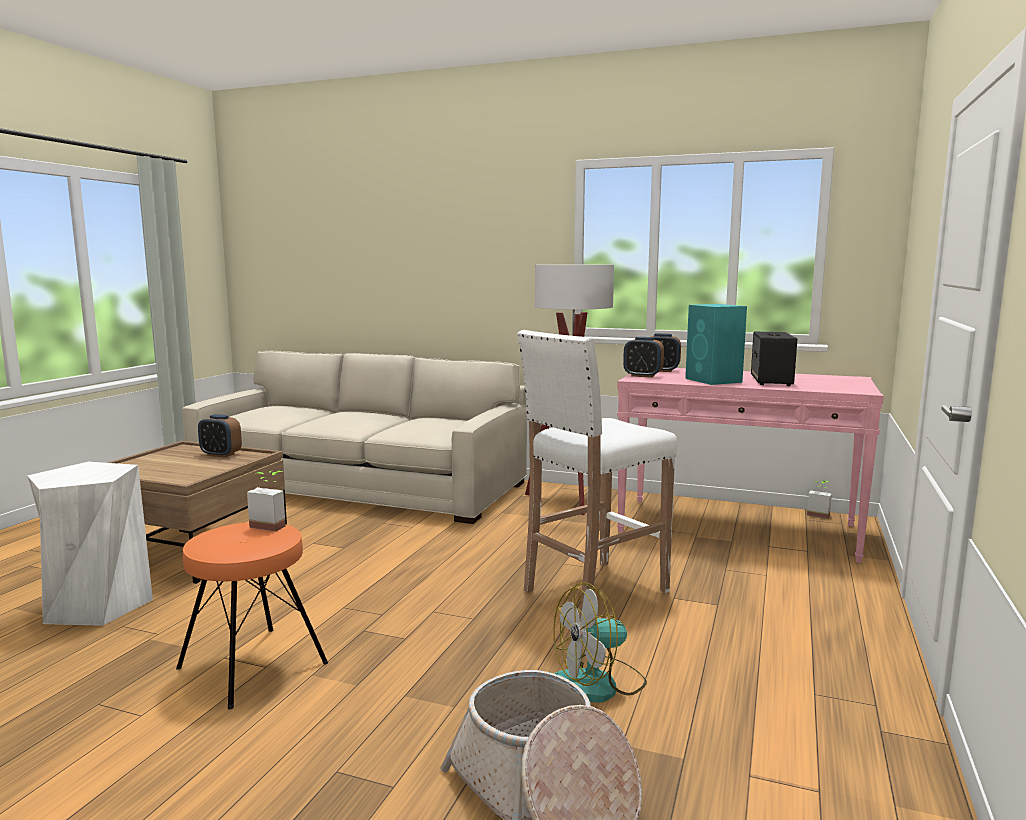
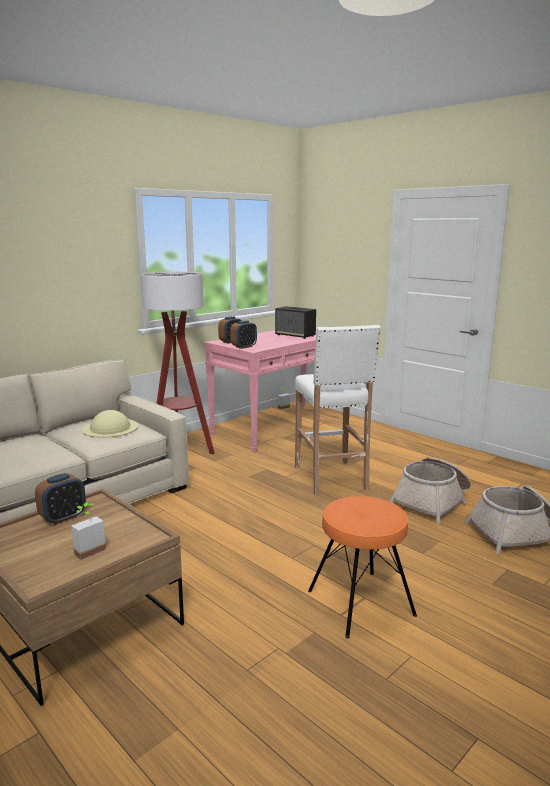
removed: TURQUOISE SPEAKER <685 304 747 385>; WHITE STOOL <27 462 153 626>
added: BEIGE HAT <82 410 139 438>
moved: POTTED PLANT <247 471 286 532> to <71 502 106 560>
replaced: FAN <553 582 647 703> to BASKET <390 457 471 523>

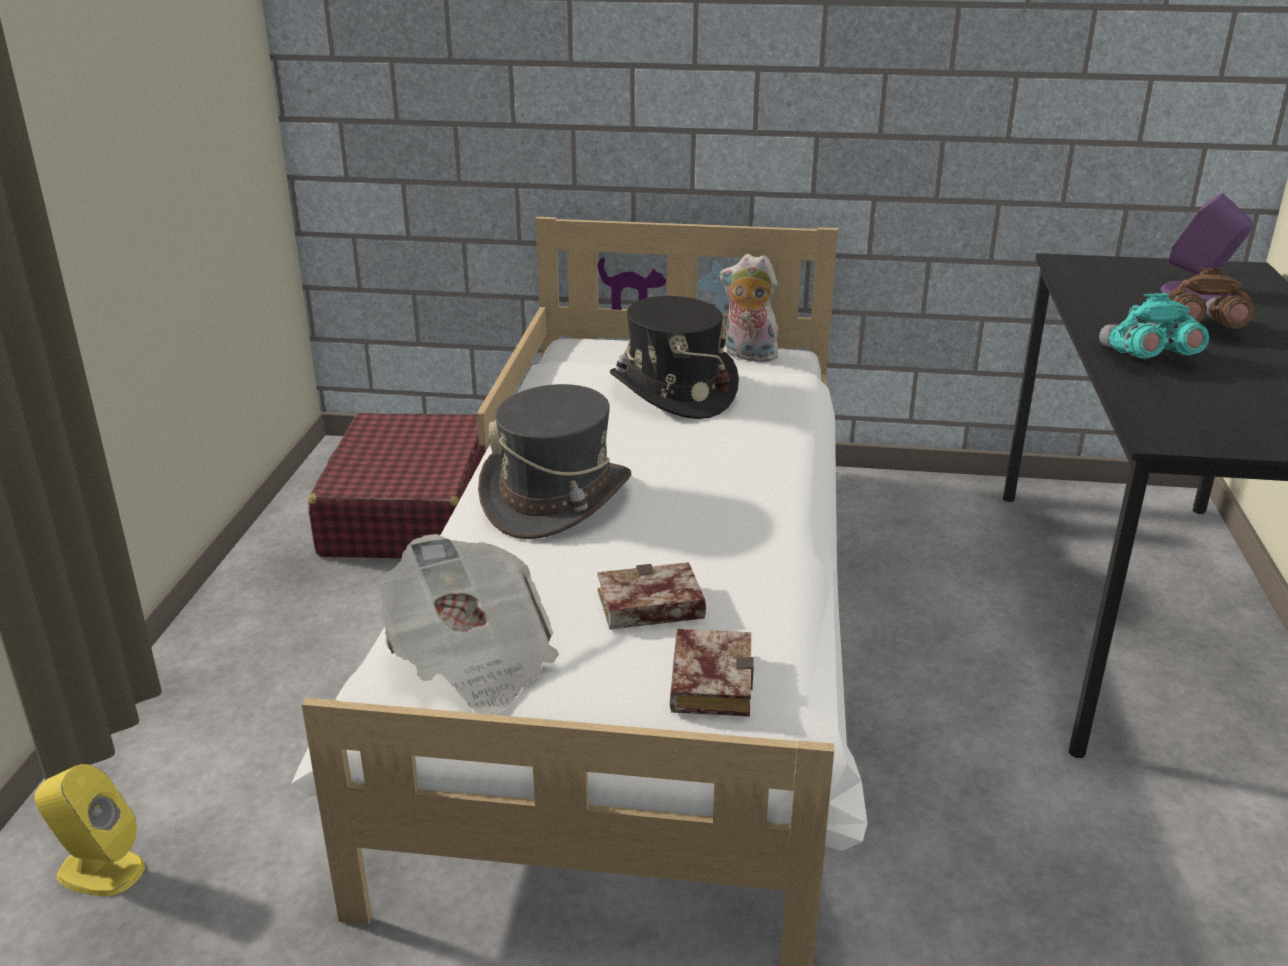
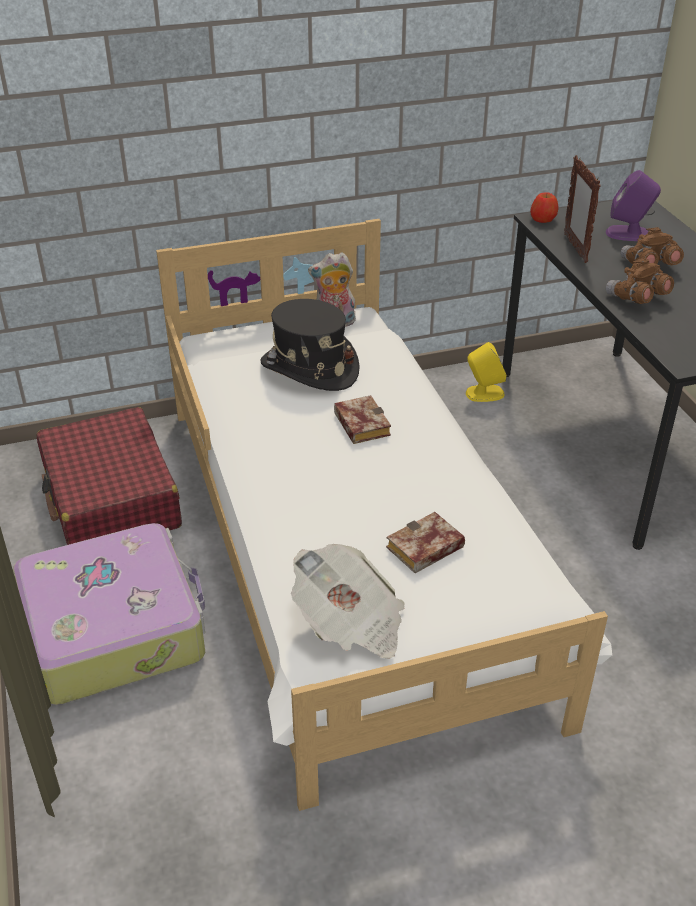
removed: GREY HAT <478 384 631 539>
added: PICTURE FRAME <564 155 601 263>; APPLE <530 192 558 223>; SUITCASE <13 523 205 705>
moved: BOOK <670 629 754 717> to <334 395 391 444>; YELLOW SPEAKER <35 764 145 896> to <466 342 507 402>
recoloured: TURQUOISE BINOCULARS <1099 293 1209 359> to BROWN BINOCULARS <606 258 674 304>

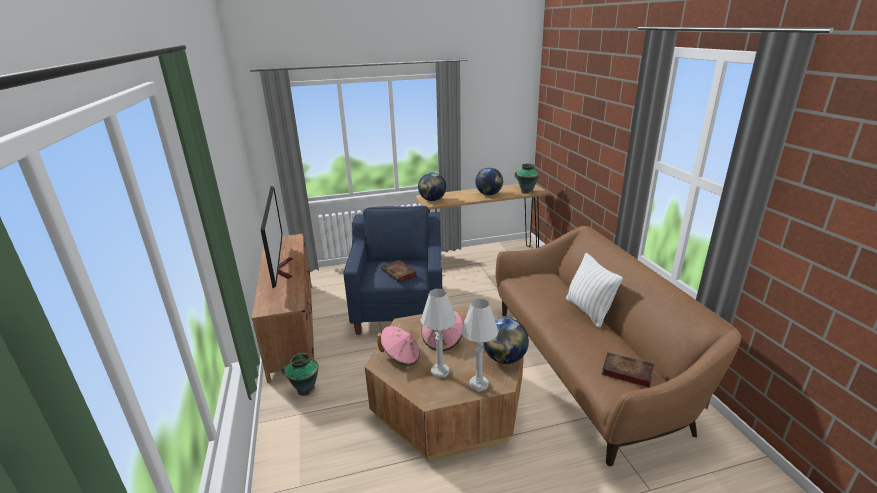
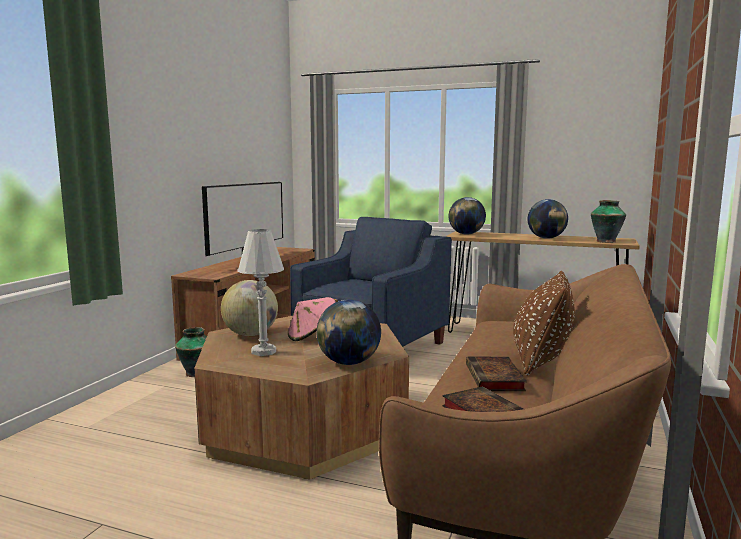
removed: WHITE TABLE LAMP <461 299 499 392>
moved: BOOK <381 260 417 282> to <466 357 527 391>
replaced: PINK HAT <377 326 420 365> to GLOBE <221 280 278 336>
recoloured: WHITE PILLOW <566 253 623 328> to BROWN PILLOW <513 271 575 376>

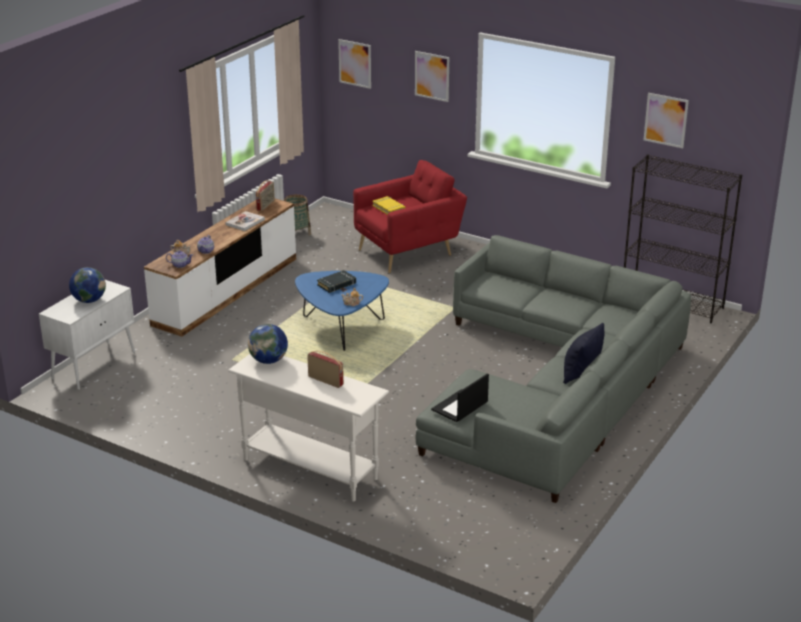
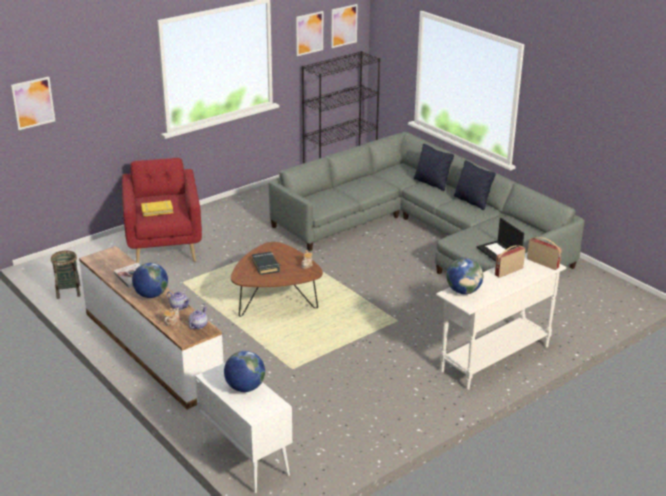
added: BLACK PILLOW <414 144 454 191>; GLOBE <132 263 168 298>
moved: PICTURE <415 51 449 102> to <331 4 358 48>; RADIO <256 180 275 211> to <527 237 562 270>
recoloured: BLUE COFFEE TABLE <295 271 389 351> to BROWN COFFEE TABLE <231 242 323 317>

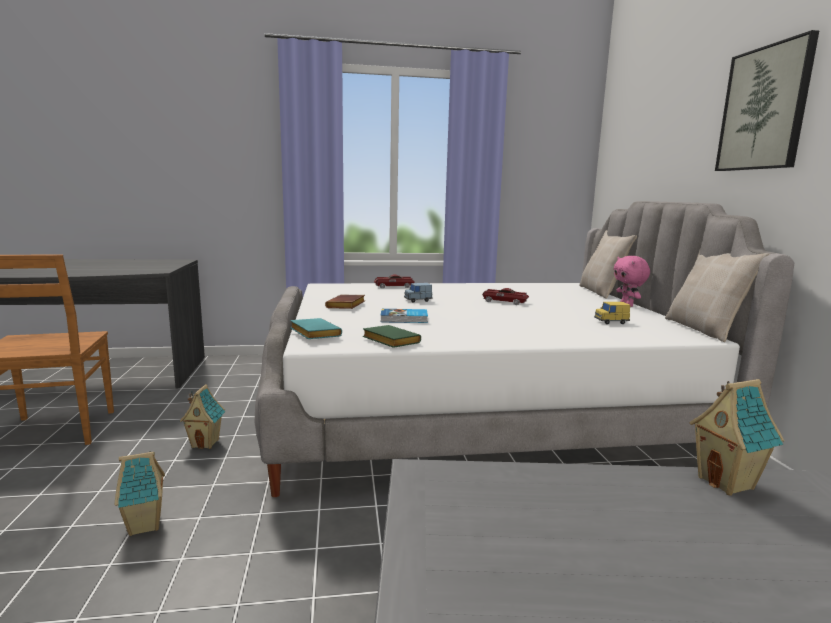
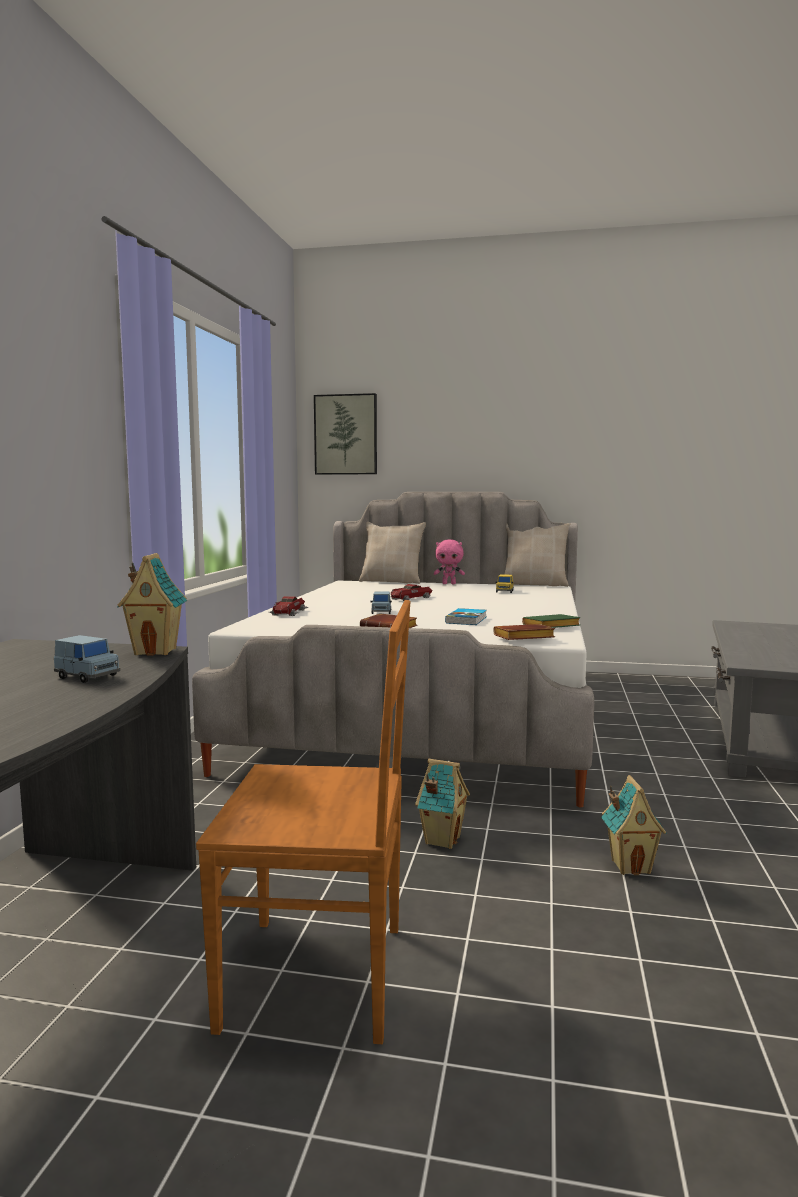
added: BLUE TOY CAR <54 635 120 683>
moved: PICTURE <715 30 819 171> to <314 393 377 475>; TOY HOUSE <690 379 784 496> to <117 553 188 656>
recoloured: TURQUOISE BOOK <290 318 342 339> to BROWN BOOK <493 624 555 640>

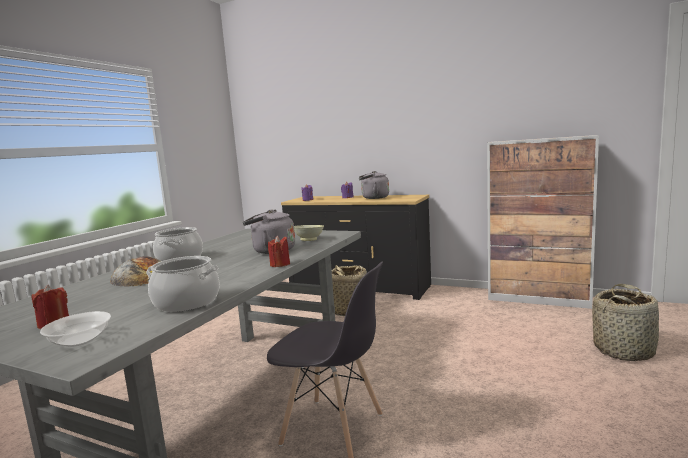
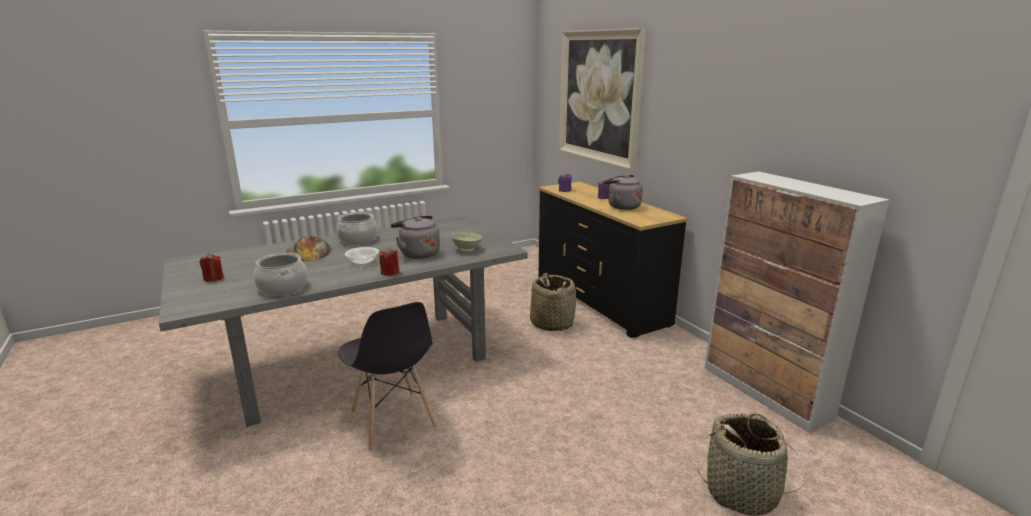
added: PICTURE <559 28 646 170>
moved: BOWL <40 311 111 347> to <345 247 379 265>

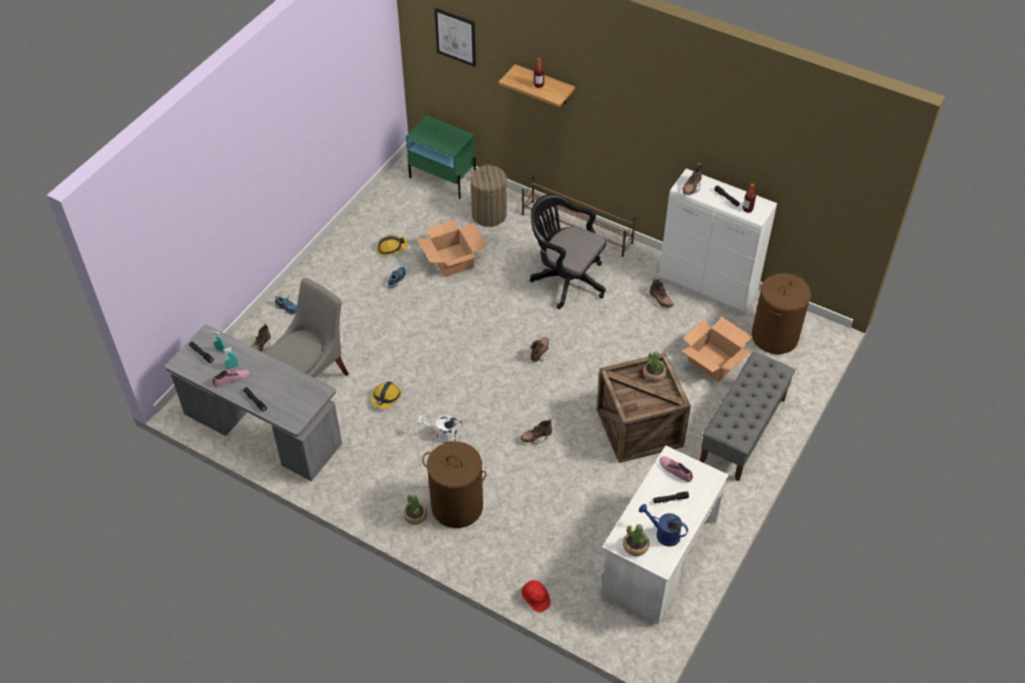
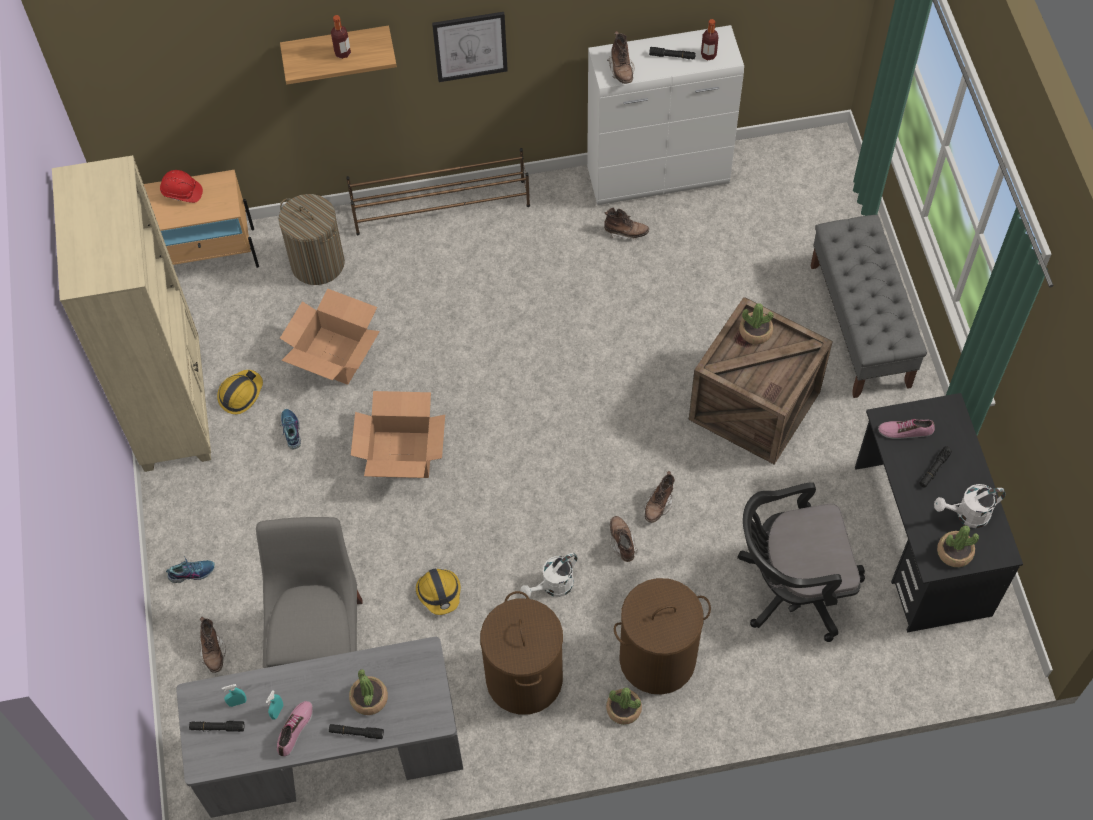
added: BEIGE BOOKCASE <52 155 211 472>; POTTED PLANT <349 669 388 715>
moved: PICTURE <435 8 476 67> to <432 12 508 82>; BLACK OFFICE CHAIR <530 194 606 309> to <737 482 865 642>; BROWN LAUNDRY BASKET <752 273 811 354> to <480 591 563 715>; CARDBOARD BOX <682 317 752 382> to <351 391 445 478>; BROWN BOOT <530 337 549 362> to <609 516 638 562>; RED HARD HAT <521 580 551 612> to <160 170 203 203>
recoloured: GREEN NIGHTSTAND <406 115 476 199> to BEIGE NIGHTSTAND <144 170 259 268>; WHITE DESK <601 445 729 625> to BLACK DESK <855 393 1023 633>; BLUE WATERING CAN <639 504 688 547> to WHITE WATERING CAN <934 484 1006 528>

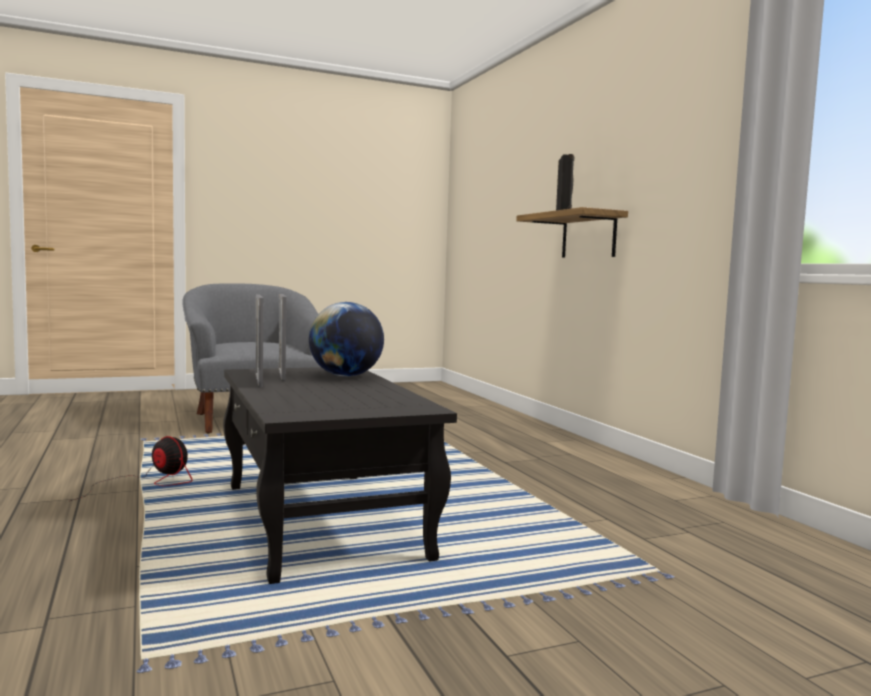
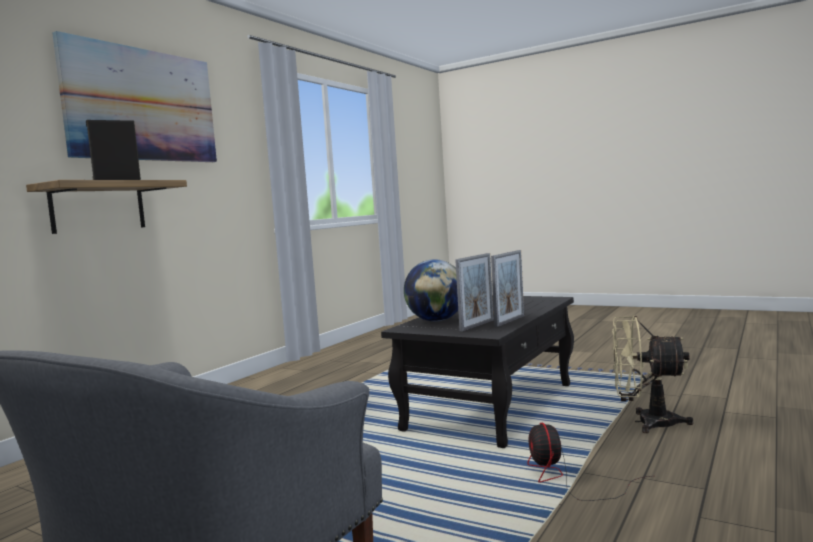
added: PICTURE <52 31 217 162>; BEIGE FAN <612 316 694 433>

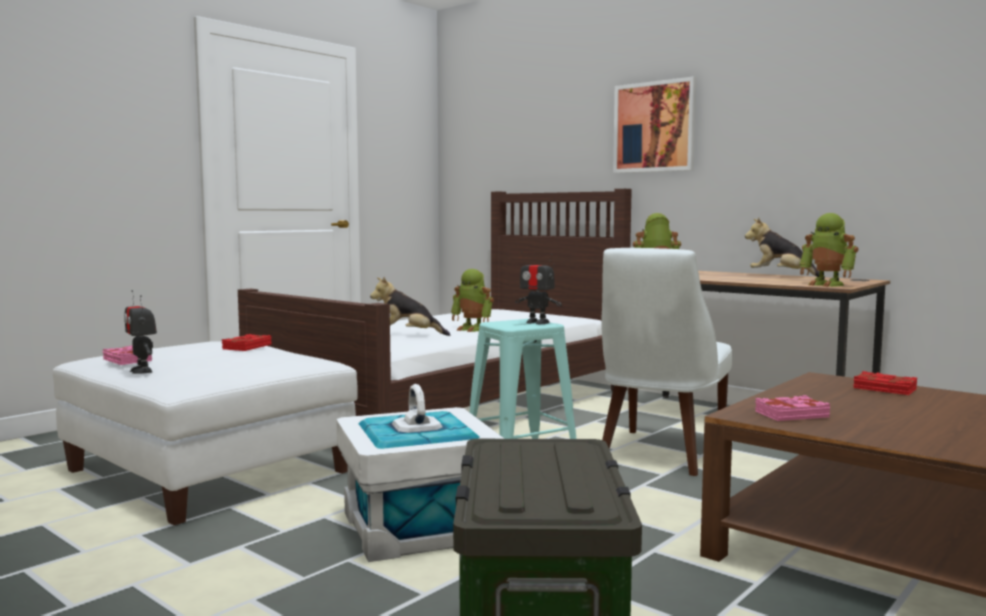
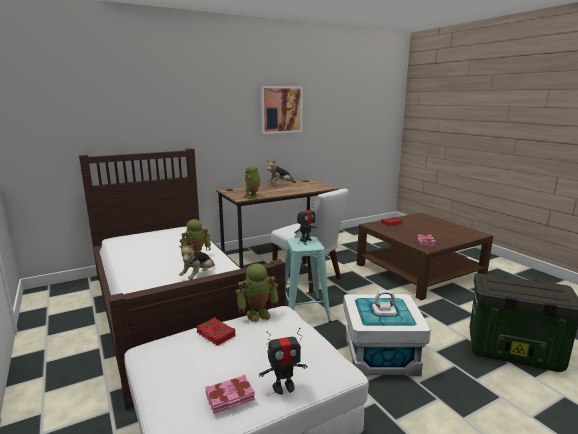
moved: PICTURE <613 76 697 173> to <261 86 303 134>; TOY ROBOT <799 213 858 287> to <235 264 279 323>

